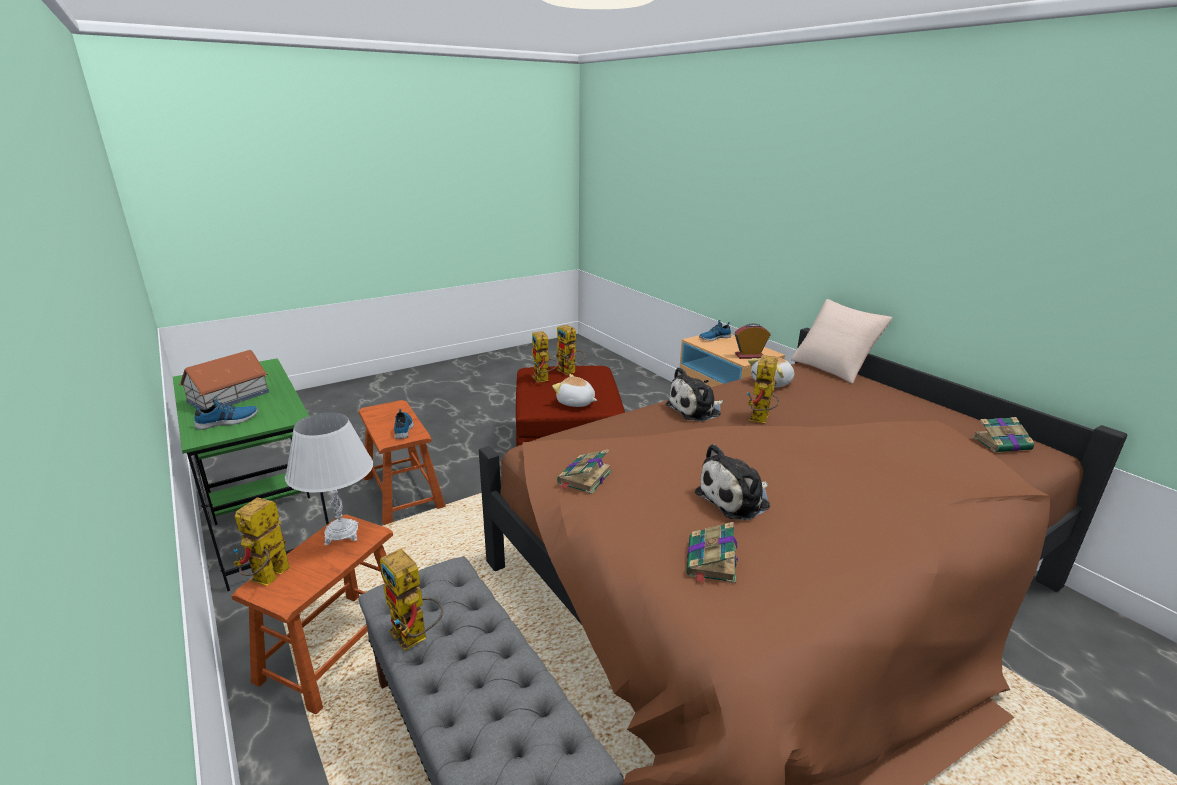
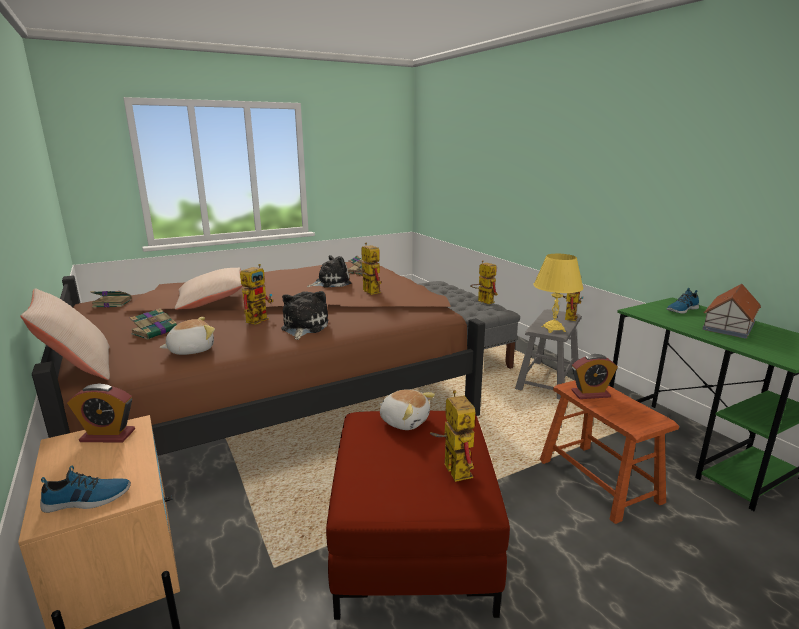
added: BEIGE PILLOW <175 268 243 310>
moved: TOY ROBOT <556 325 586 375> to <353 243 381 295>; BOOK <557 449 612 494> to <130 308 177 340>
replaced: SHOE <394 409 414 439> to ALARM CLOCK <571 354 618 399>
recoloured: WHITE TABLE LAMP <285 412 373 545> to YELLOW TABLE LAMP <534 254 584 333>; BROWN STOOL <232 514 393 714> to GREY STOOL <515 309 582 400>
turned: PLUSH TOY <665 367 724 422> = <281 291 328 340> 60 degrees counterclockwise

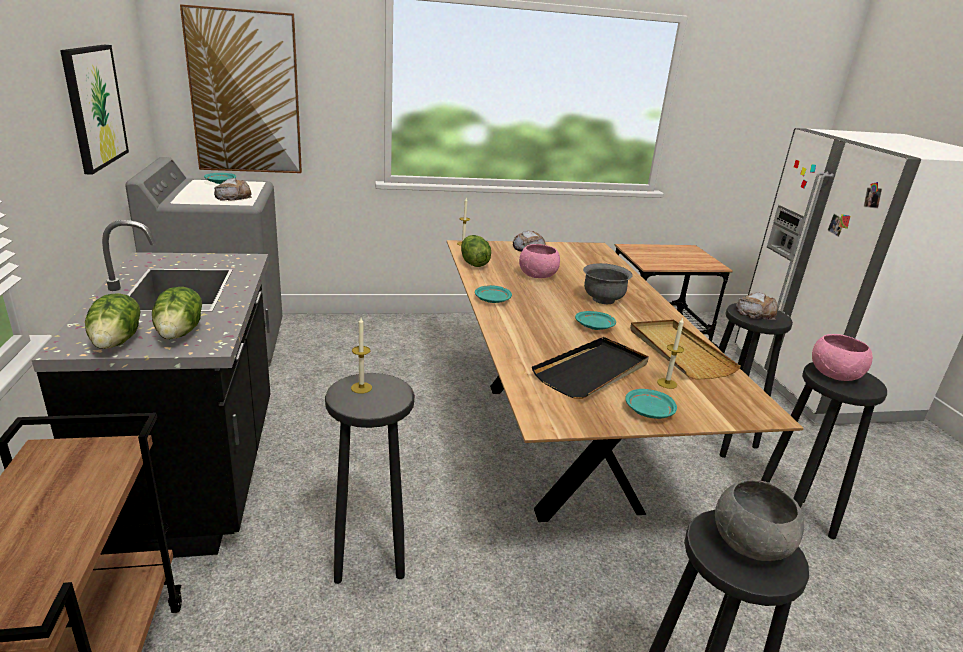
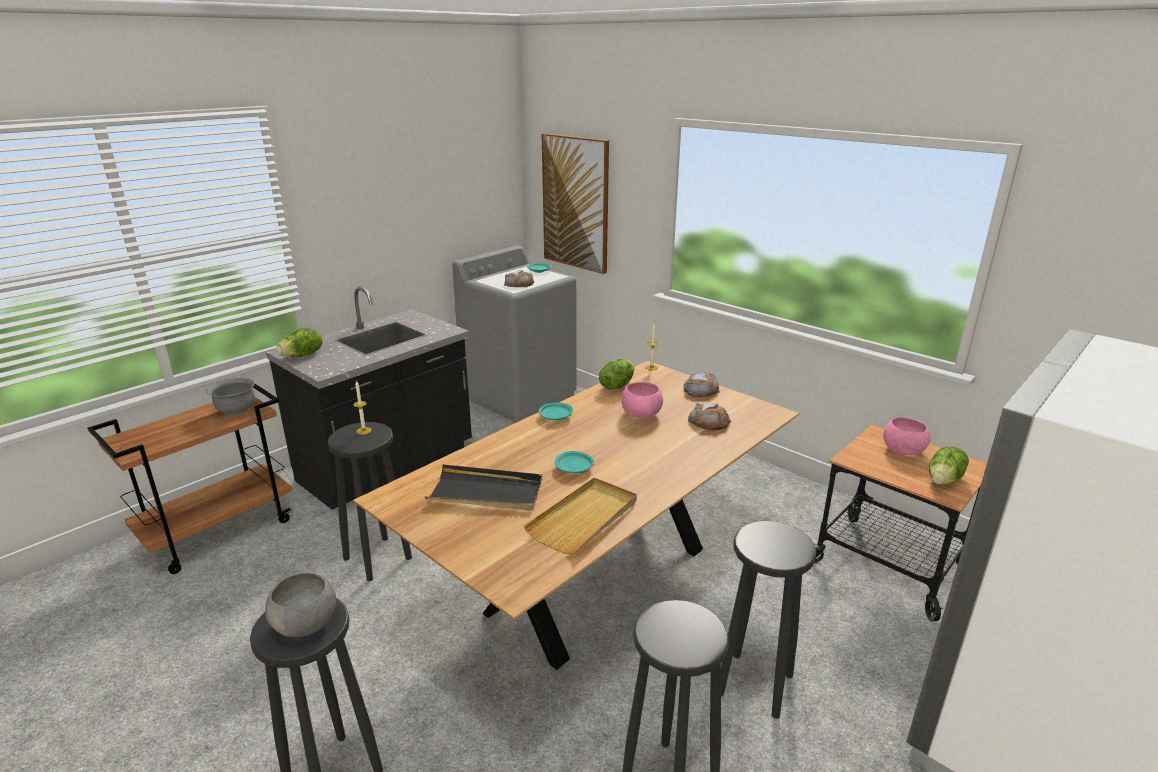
removed: PICTURE <60 45 129 175>; CANDLE <657 317 684 389>; TURQUOISE PLATE <625 389 677 419>
moved: GREY BOWL <583 263 633 304> to <207 378 255 416>; LETTUCE <152 287 202 340> to <929 446 969 485>; BREAD <736 293 778 320> to <688 403 731 431>; PINK BOWL <812 334 873 381> to <883 417 930 455>

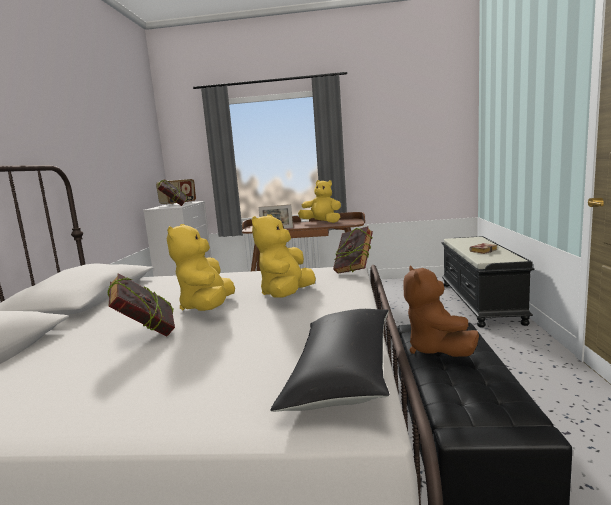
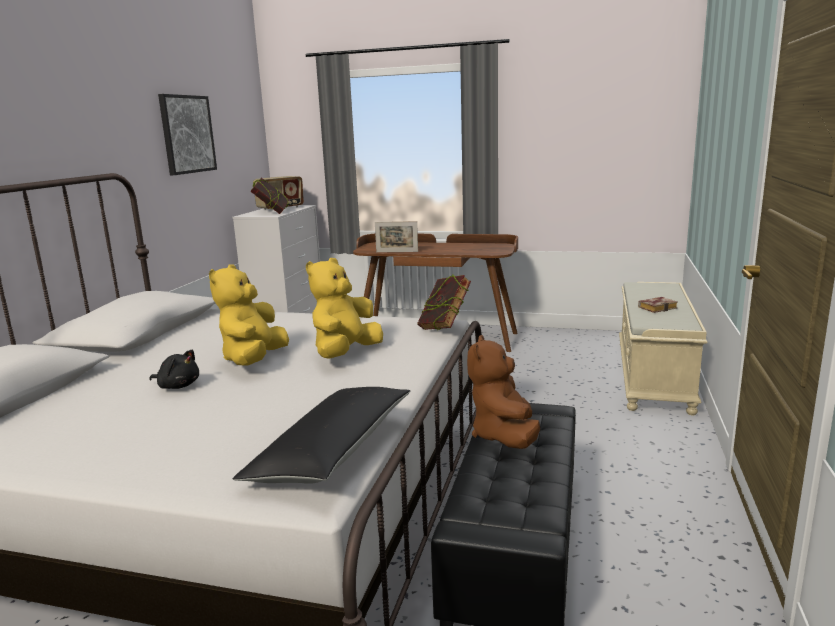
removed: YELLOW PLUSH TOY <298 180 341 223>
added: PICTURE <158 94 217 175>
replaced: BOOK <108 273 175 337> to BLACK PLUSH TOY <150 350 199 389>
recoloured: BLACK BENCH <441 236 534 328> to BEIGE BENCH <619 282 707 415>

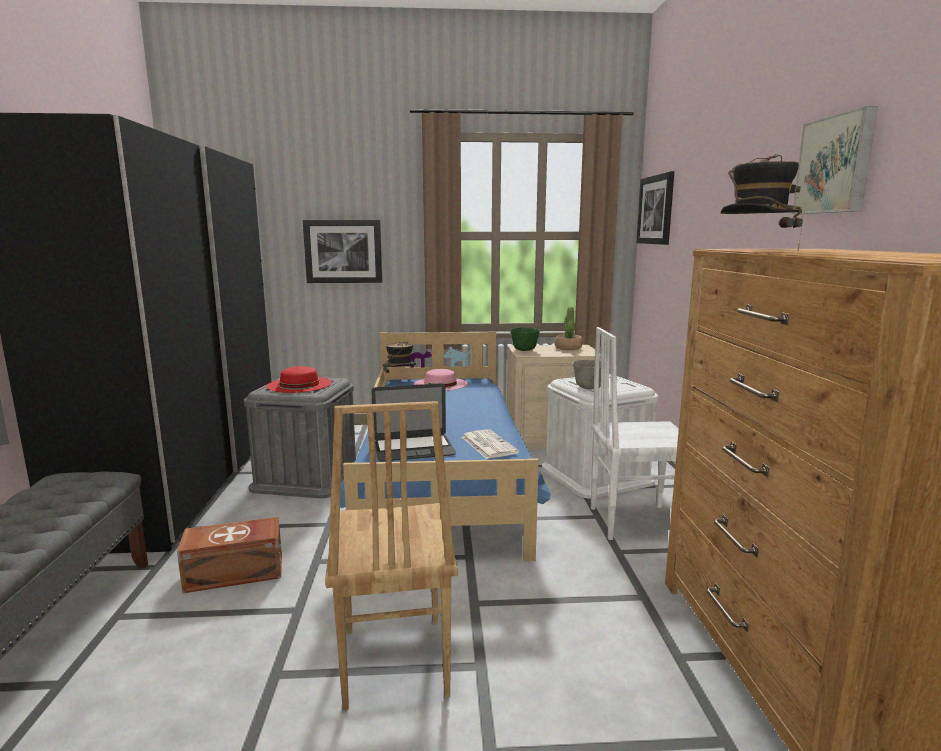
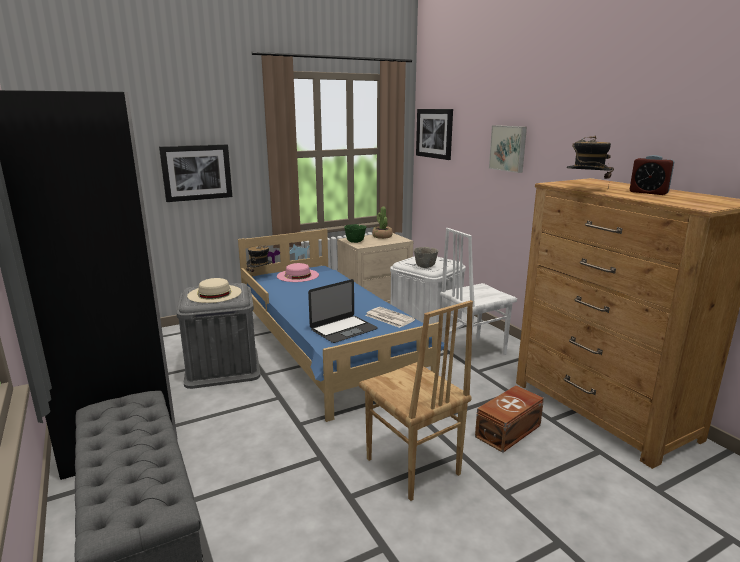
added: ALARM CLOCK <630 155 674 195>
moved: PICTURE <792 106 878 214> to <489 125 527 173>; BROWN STORAGE BOX <177 517 282 594> to <475 385 544 453>
recoloured: RED HAT <266 366 332 393> to BEIGE HAT <187 278 242 303>

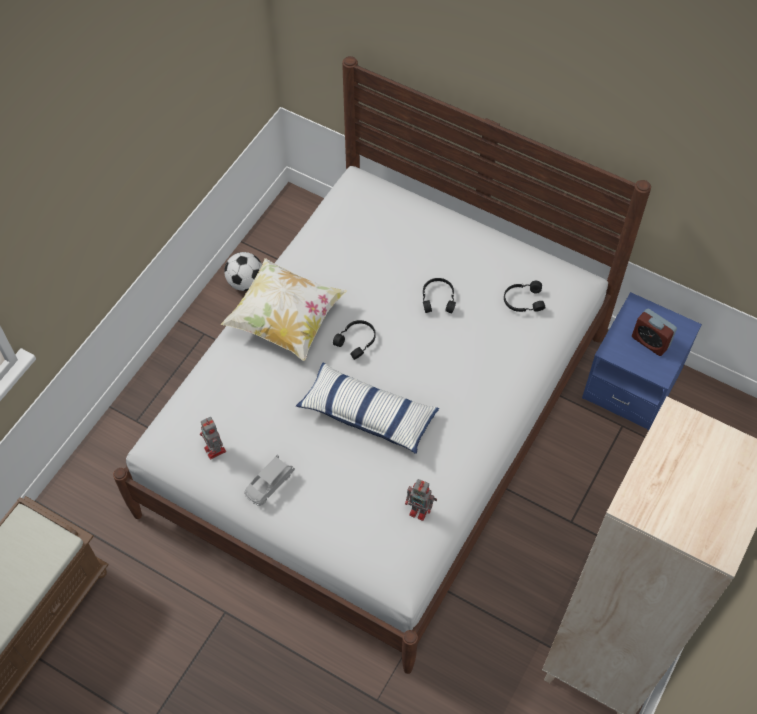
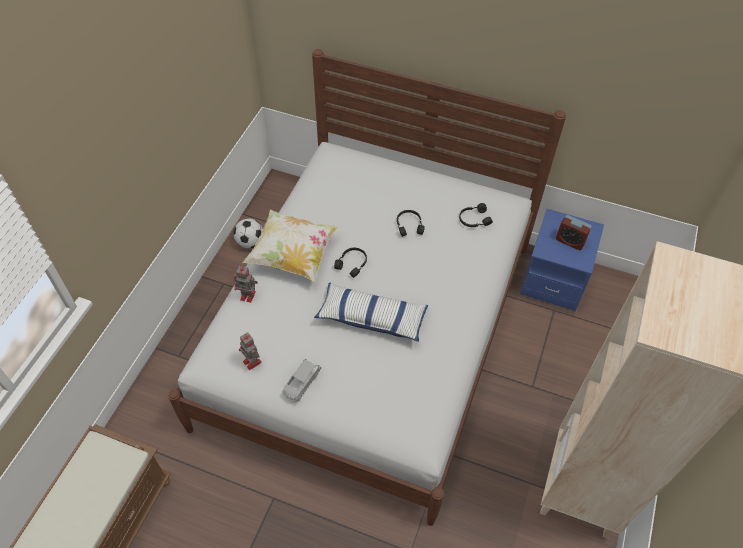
moved: TOY ROBOT <405 479 437 521> to <234 266 258 303>

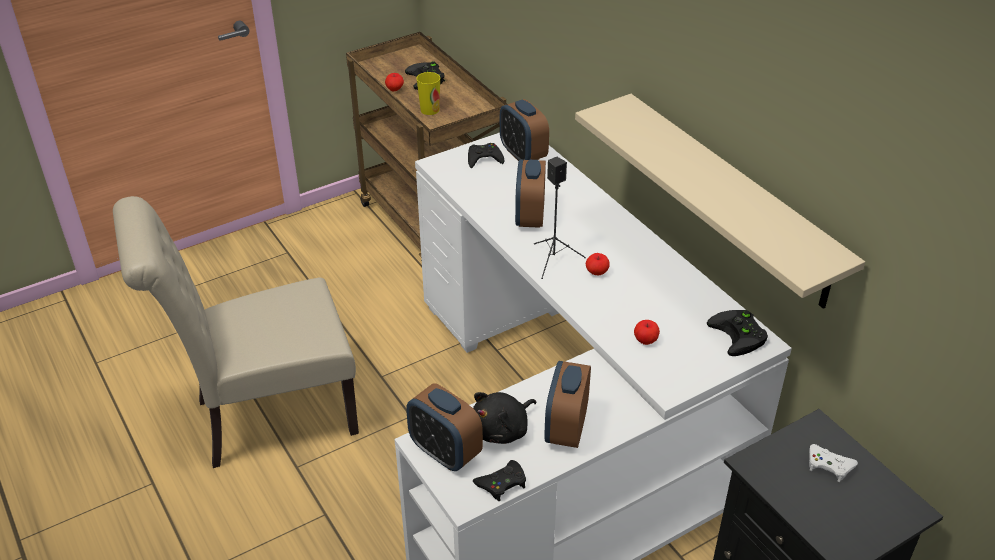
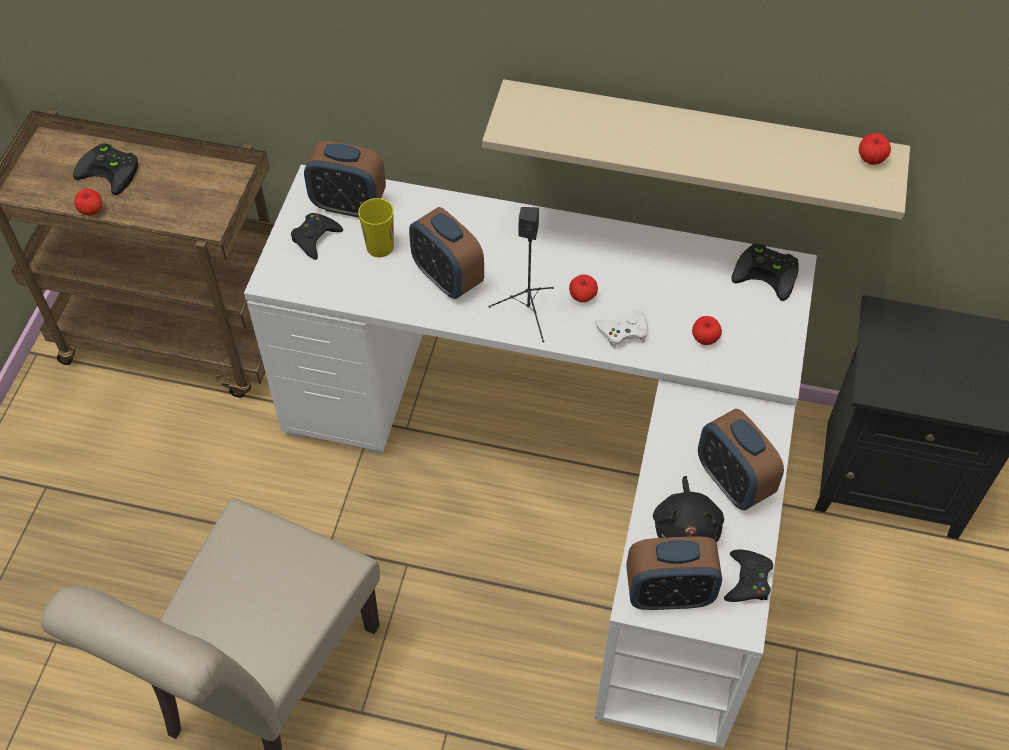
added: APPLE <858 133 891 165>
moved: CUP <416 72 440 115> to <358 198 394 257>; WHITE GAME CONTROLLER <809 444 858 482> to <595 311 647 349>

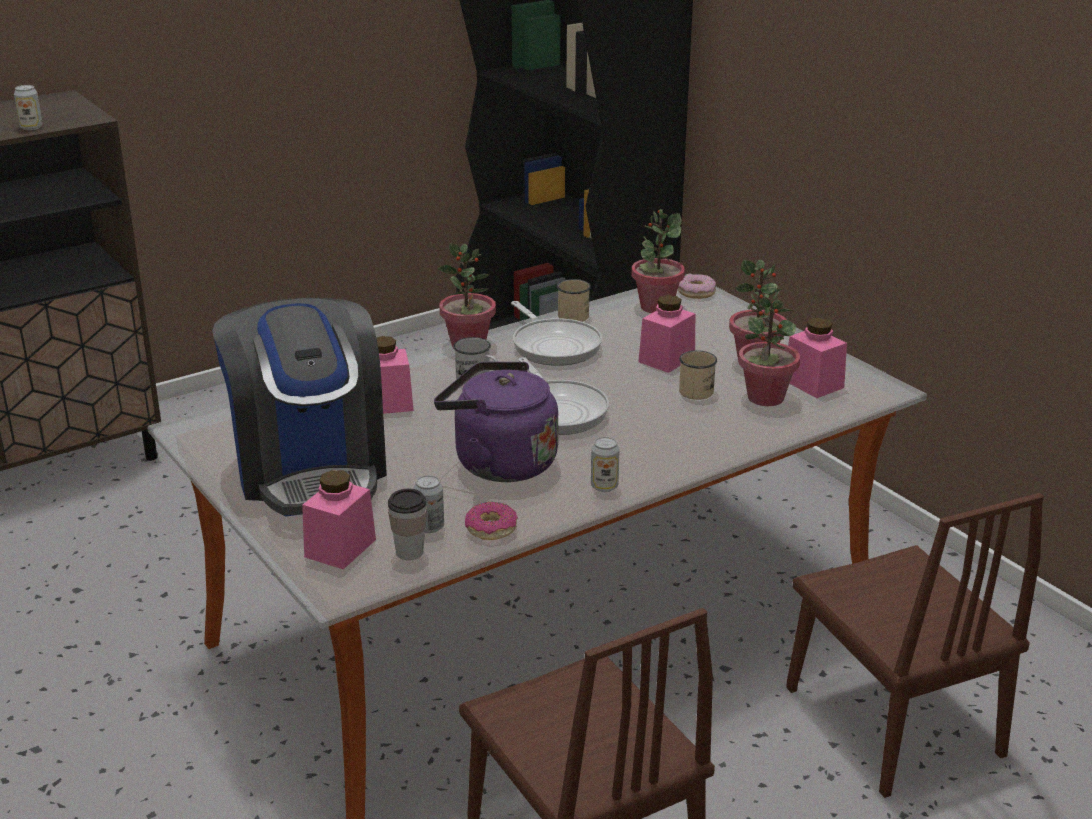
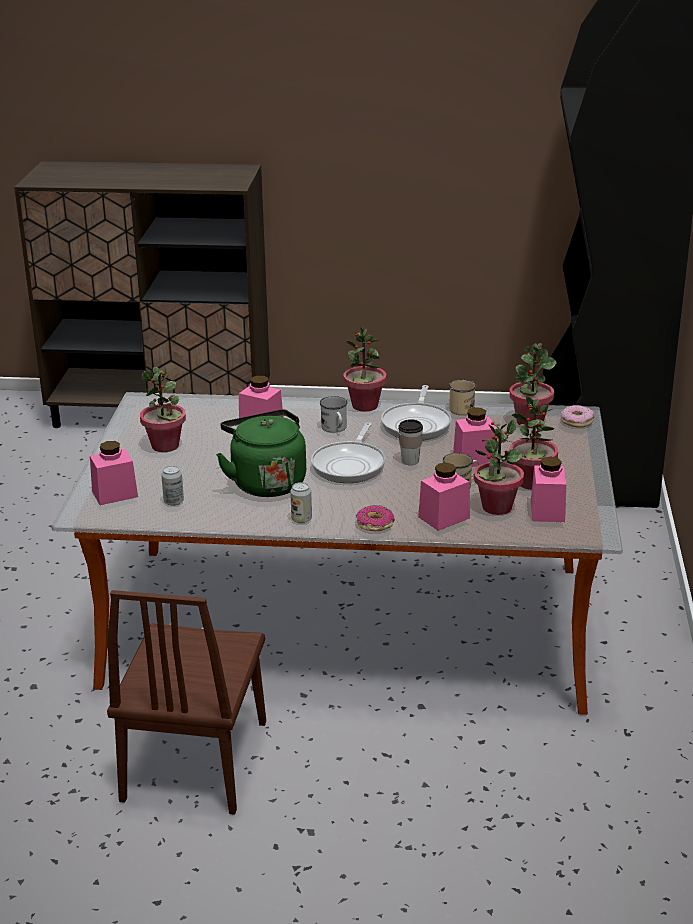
removed: CAN <14 85 43 130>; BROWN CHAIR <786 493 1044 798>
added: PINK JAR <418 463 470 531>
moved: CUP <388 489 427 560> to <398 419 423 465>; DONUT <465 502 518 540> to <356 505 395 531>
replaced: COFFEE MACHINE <212 298 387 517> to POTTED PLANT <140 367 186 452>
recoloured: PURPLE KETTLE <434 362 558 482> to GREEN KETTLE <216 409 306 497>

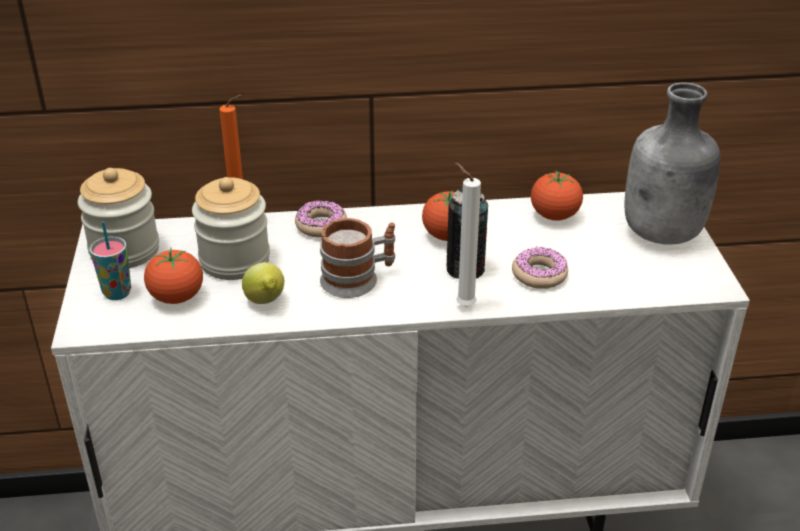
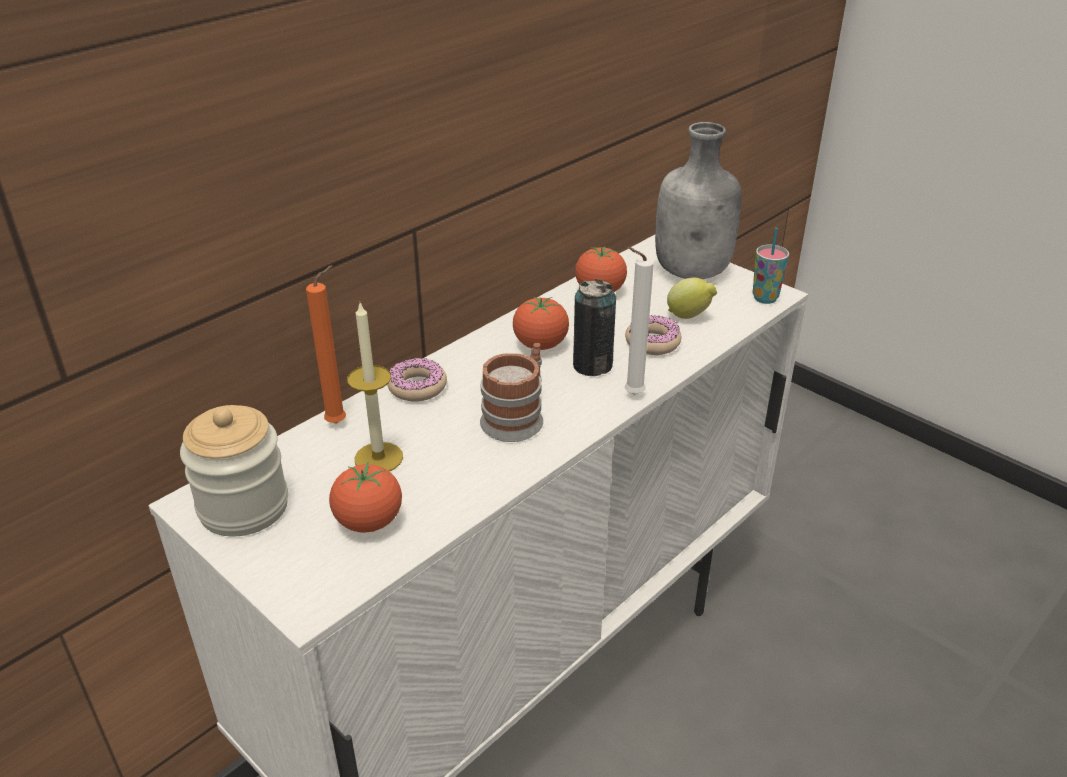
moved: CUP <90 222 131 300> to <753 228 789 304>; LEMON <242 262 284 304> to <667 278 717 319>
replaced: JAR <192 177 270 280> to CANDLE <347 301 403 471>

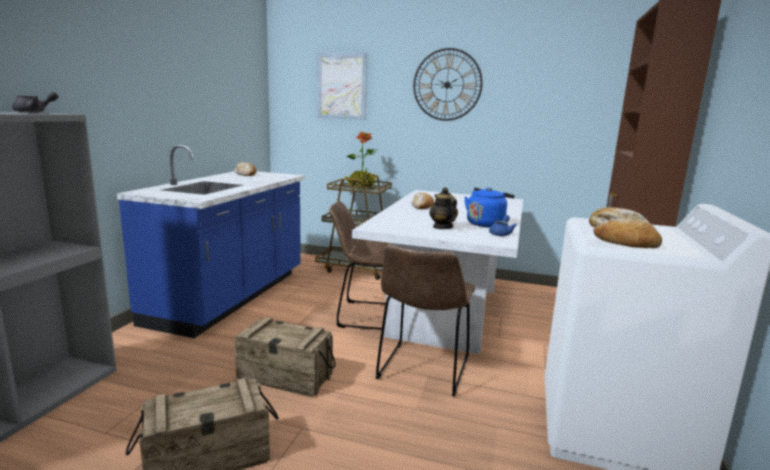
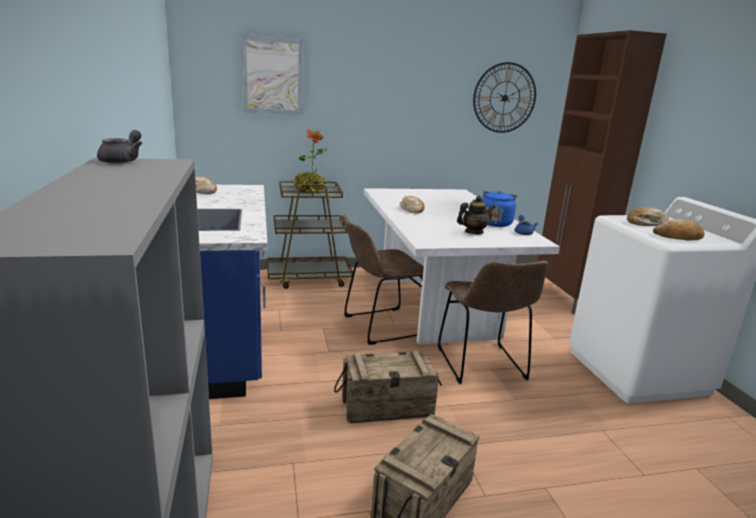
moved: WALL CLOCK <413 48 483 121> to <473 62 536 133>
turned: TEAPOT <429 187 458 229> = <457 196 495 234> 120 degrees clockwise

